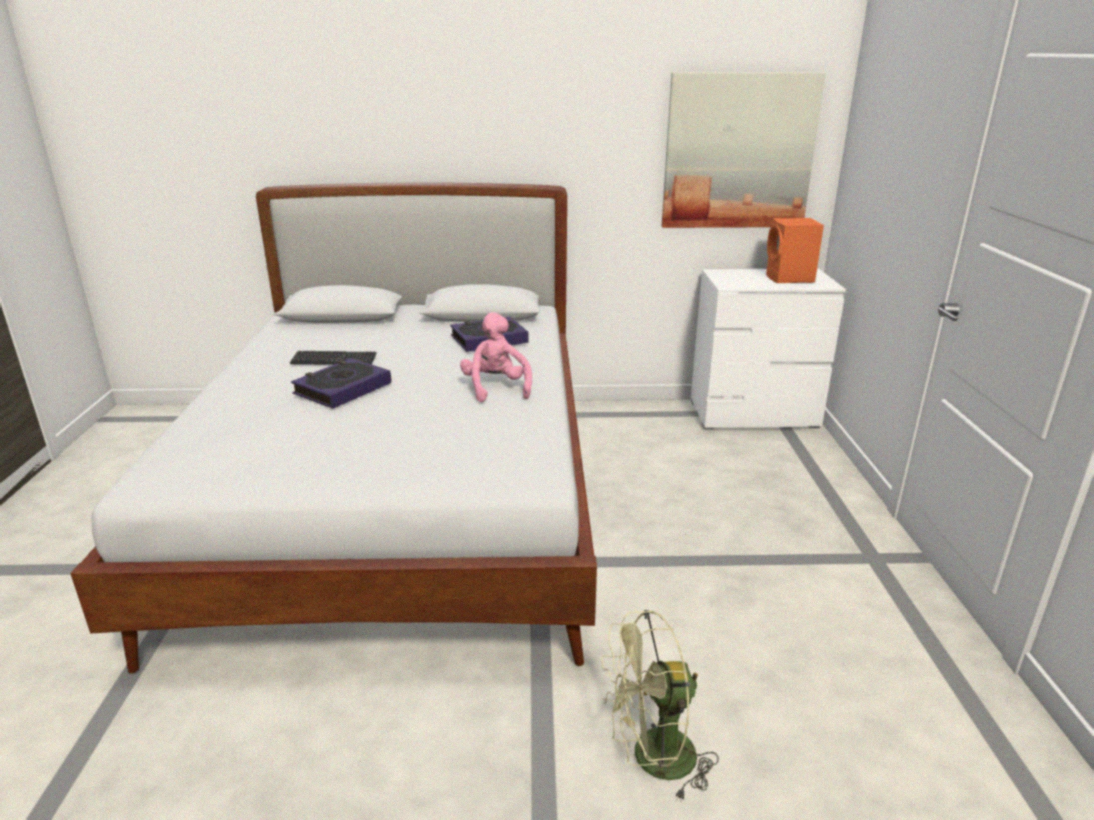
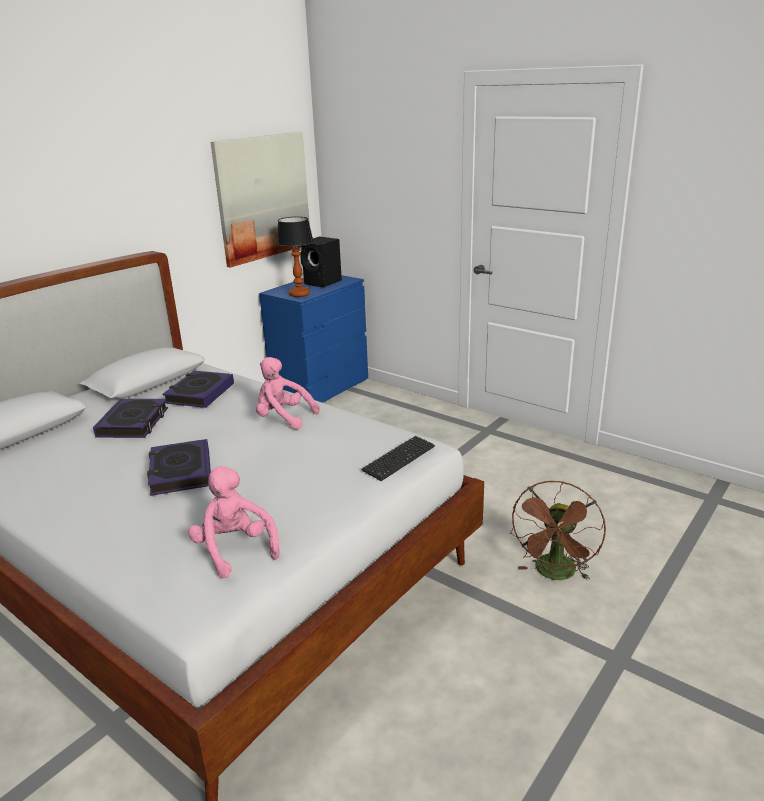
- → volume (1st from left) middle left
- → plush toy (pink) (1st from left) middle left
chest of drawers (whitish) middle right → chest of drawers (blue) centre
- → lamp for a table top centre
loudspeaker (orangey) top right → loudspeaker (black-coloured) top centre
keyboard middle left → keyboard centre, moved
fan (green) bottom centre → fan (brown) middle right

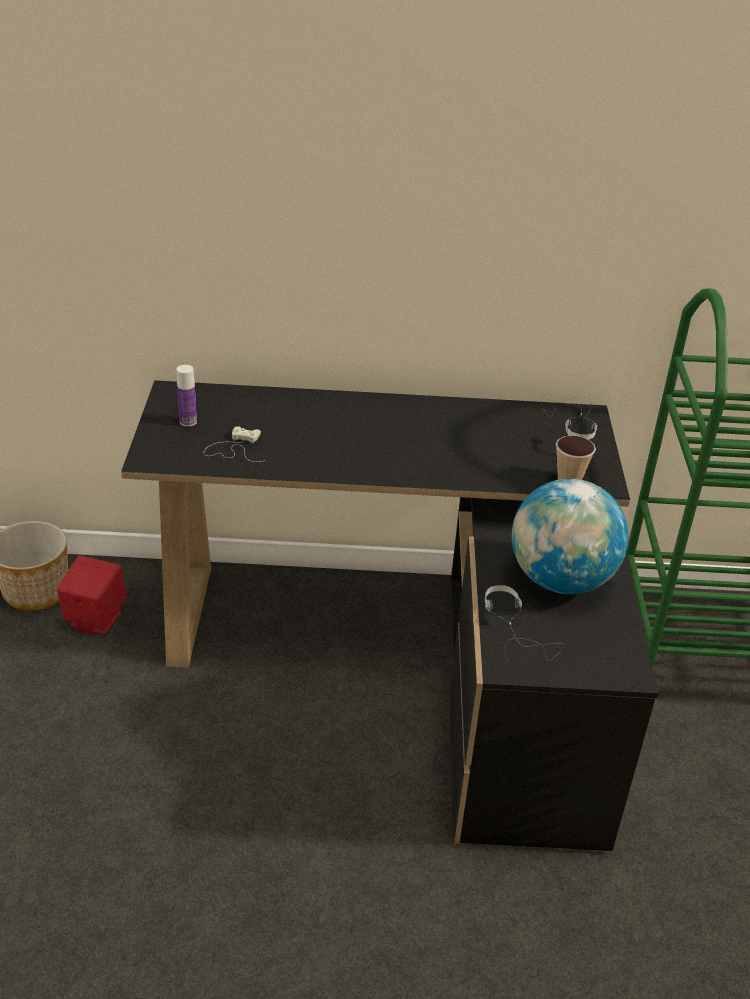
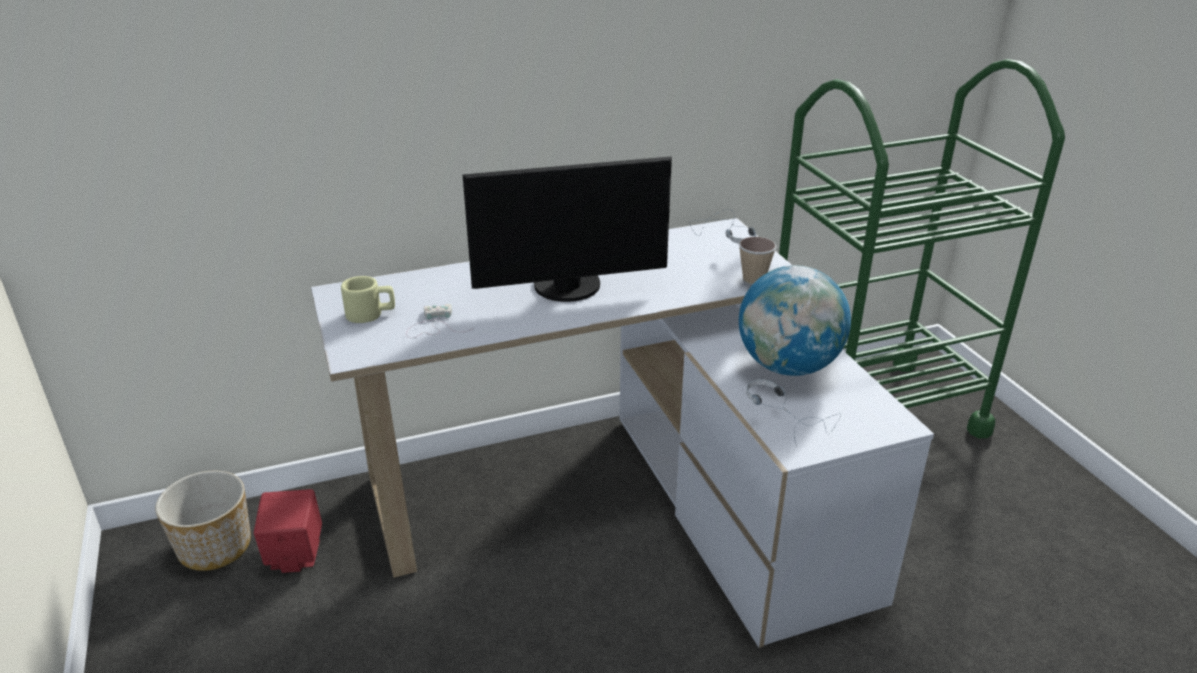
desk unit (black-coloured) centre → desk unit (whitish) centre
beverage bottle middle left → coffee mug (sand-coloured) middle left
- → computer display centre

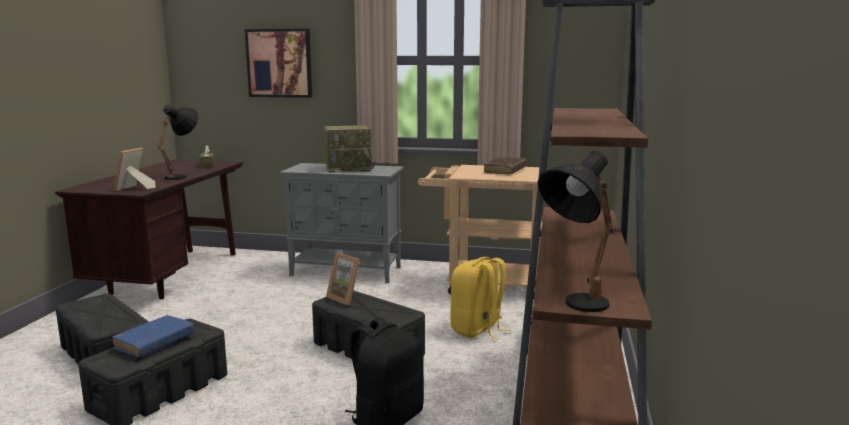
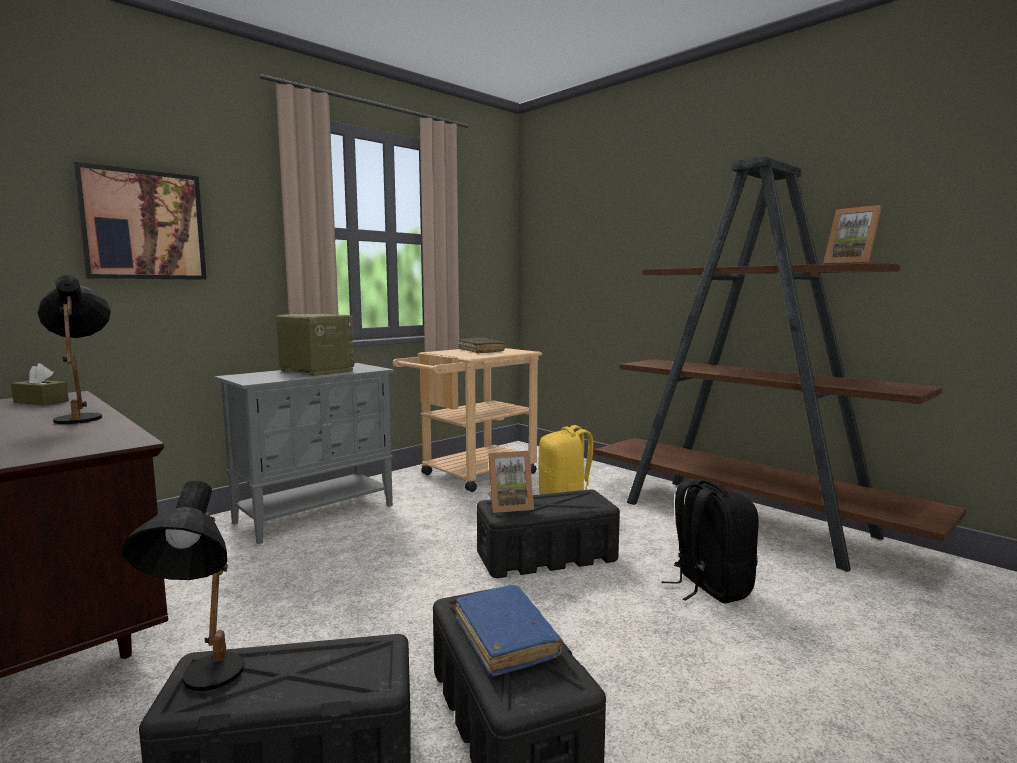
lamp for a table (black-coloured) (2nd from left) middle right → lamp for a table (black-coloured) (2nd from left) bottom left, moved
radio centre → radio middle left, 75 degrees counterclockwise
standing frame (1st from left in the first image) middle left → standing frame (2nd from left) top right, moved

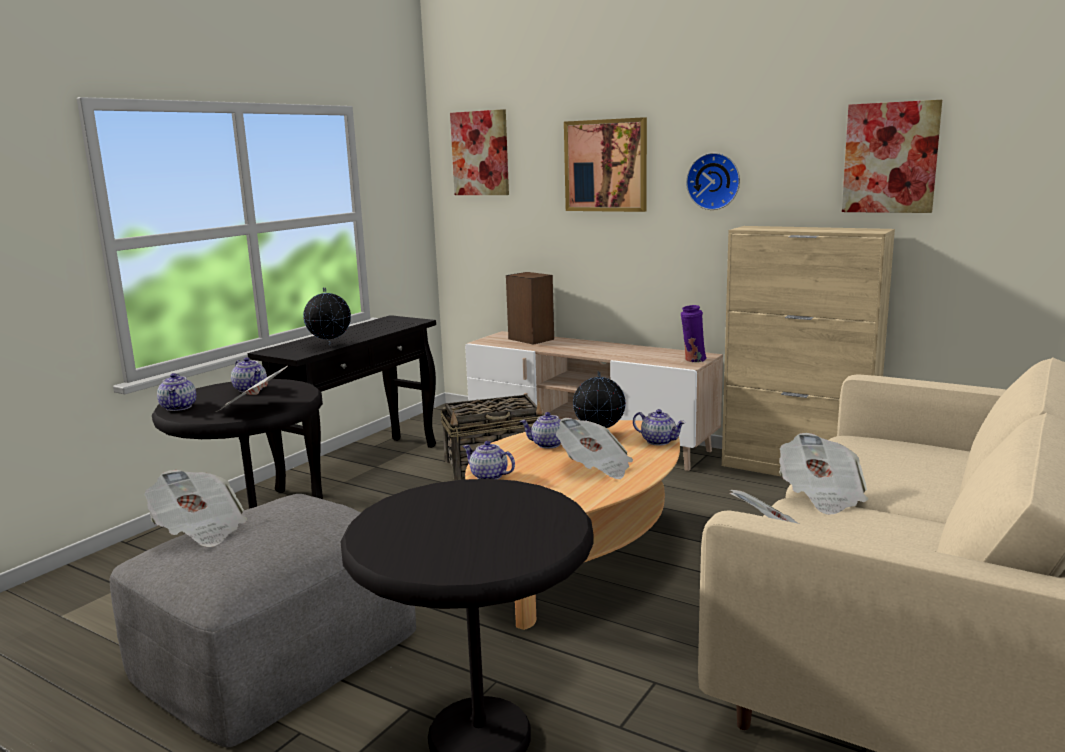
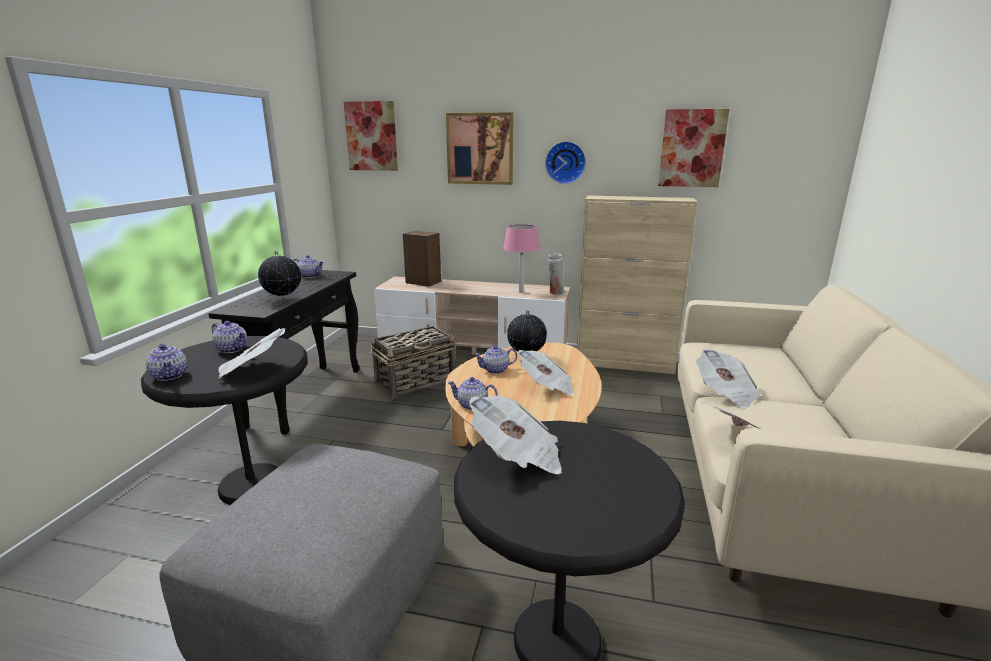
tea pot (5th from left in the first image) centre → tea pot (3rd from left) middle left, moved
newspaper (1st from left in the first image) bottom left → newspaper (2nd from left) centre, moved
- → lamp for a table (pink) centre
flower vase (purple) centre → flower vase (whitish) centre

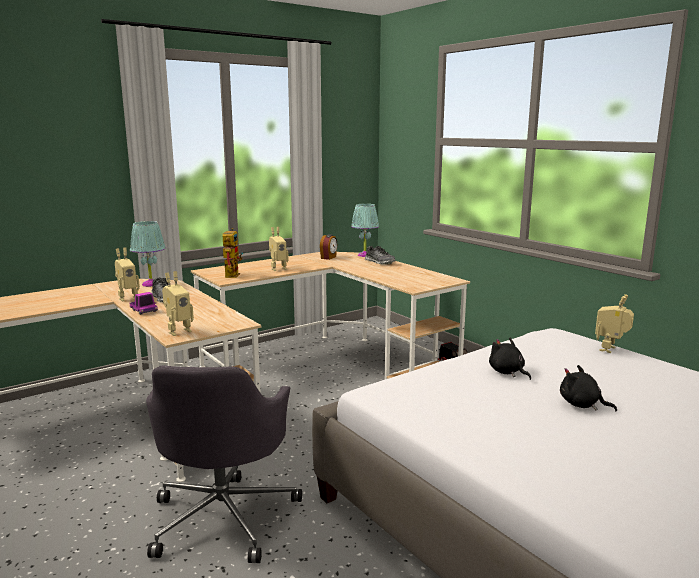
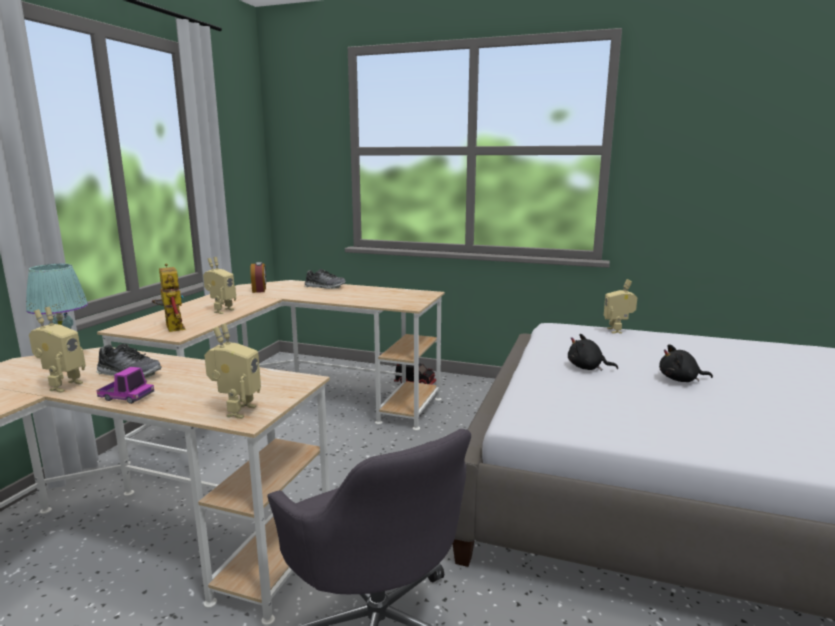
lamp for a table (turquoise-coloured) (2nd from left) centre → -

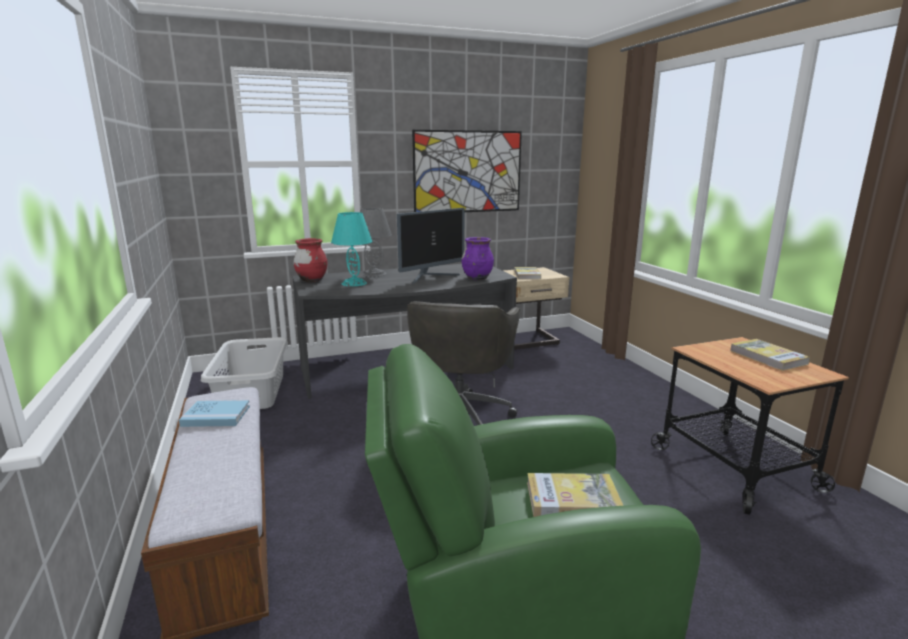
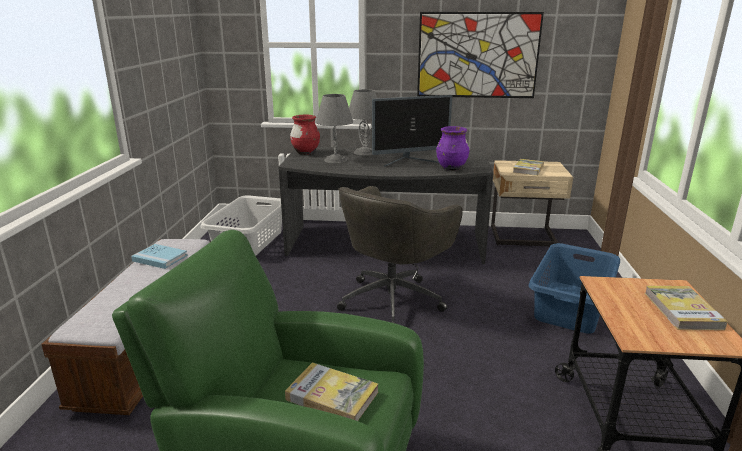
lamp for a table (turquoise-coloured) centre → lamp for a table (greyish) (1st from left) top centre
- → washing basket (blue) middle right

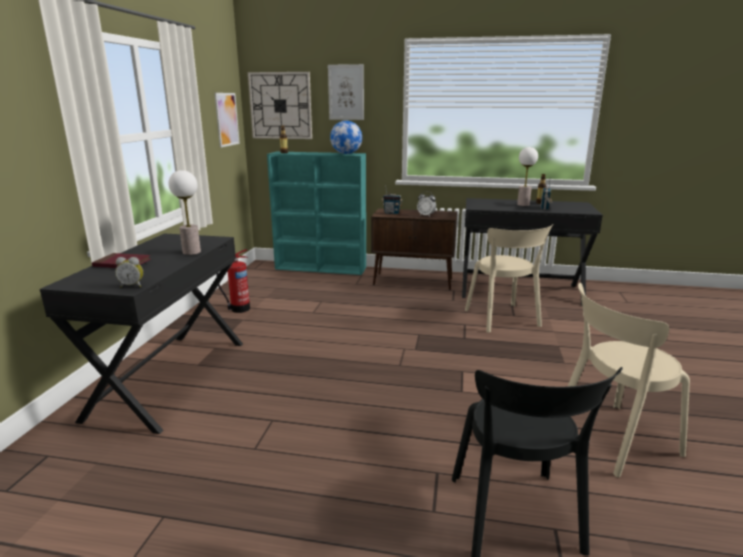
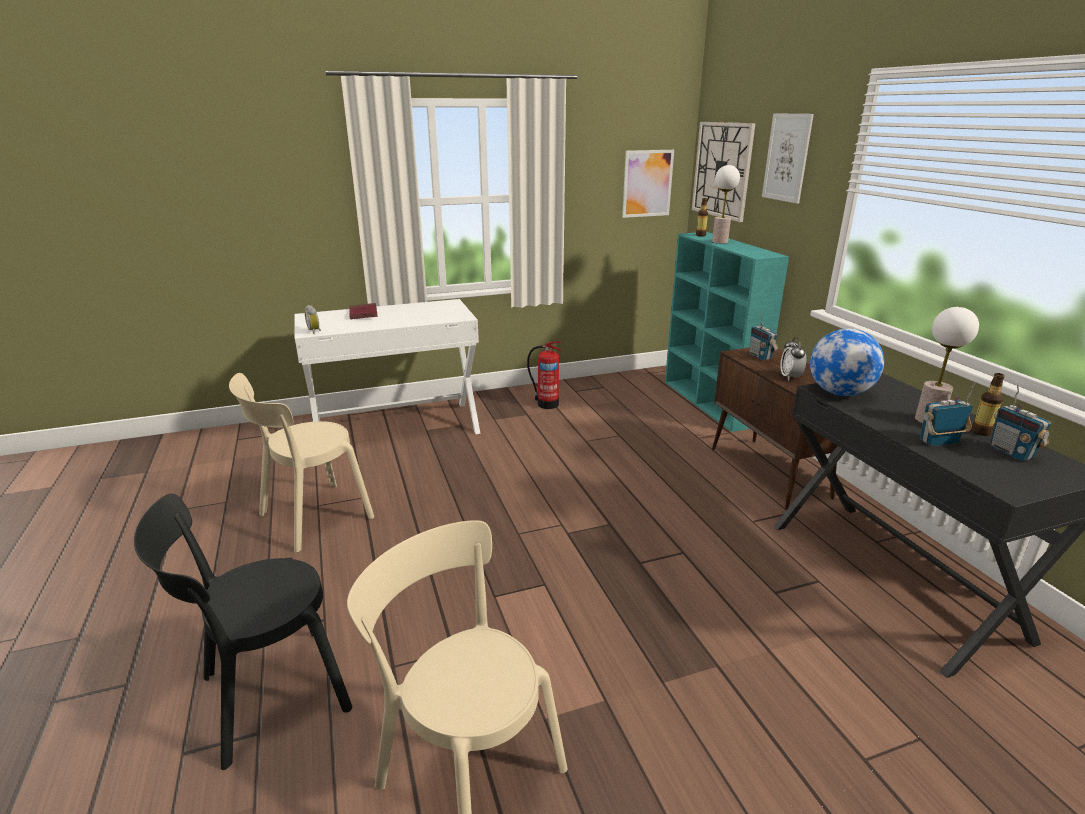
upright chair (sand-coloured) (1st from left) middle right → upright chair (sand-coloured) (1st from left) middle left, moved
desk unit (black-coloured) (1st from left) middle left → desk unit (whitish) centre
lamp for a table (1st from left) middle left → lamp for a table (1st from left) top right, moved
world globe top centre → world globe middle right, moved
- → radio (3rd from left) middle right

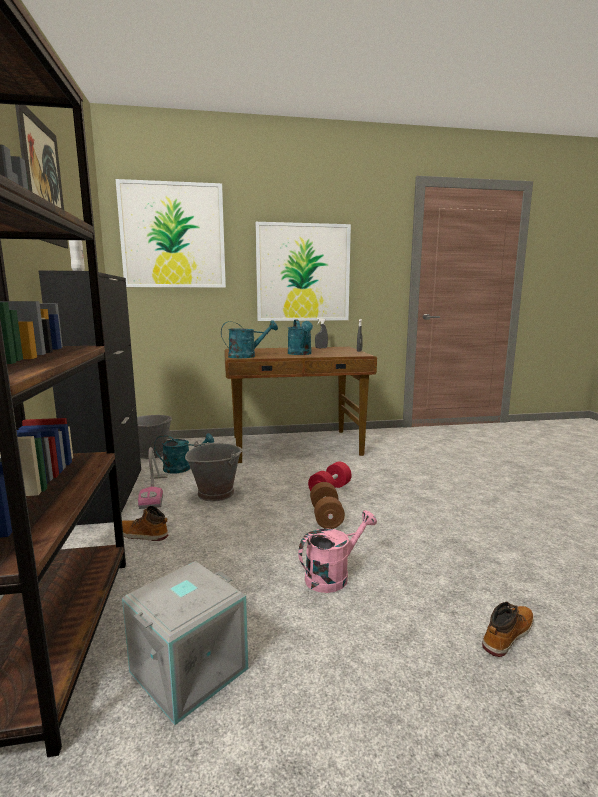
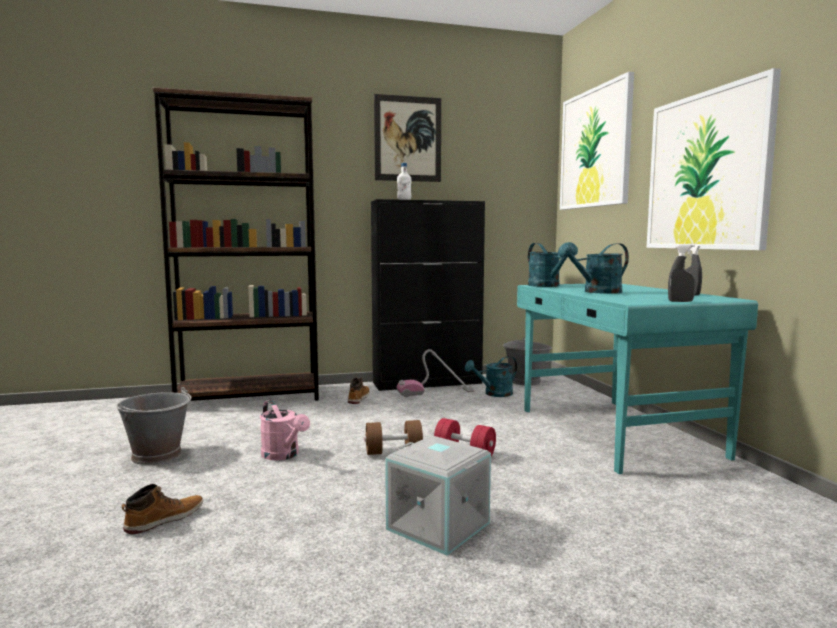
bucket (greyish) (2nd from left in the first image) centre → bucket (greyish) (1st from left) bottom left, moved
boot (2nd from left in the first image) bottom right → boot (1st from left) bottom left, 90 degrees counterclockwise
storage box (greyish) bottom left → storage box (greyish) bottom centre, moved
watering can (turquoise-coloured) (1st from left) middle left → watering can (turquoise-coloured) (1st from left) centre, 75 degrees clockwise
desk unit (brown) centre → desk unit (turquoise-coloured) middle right

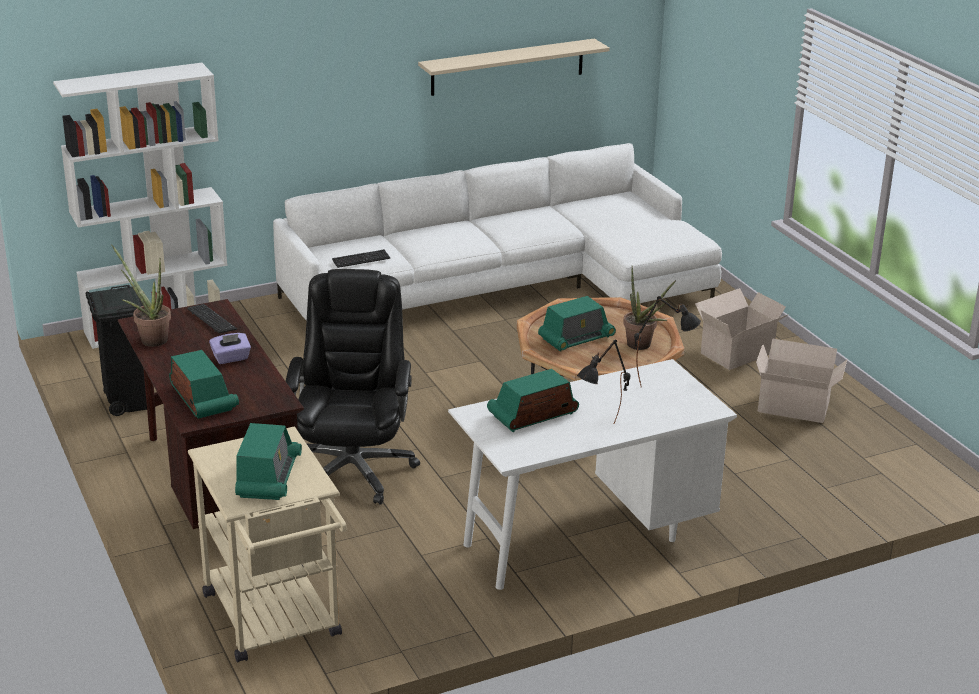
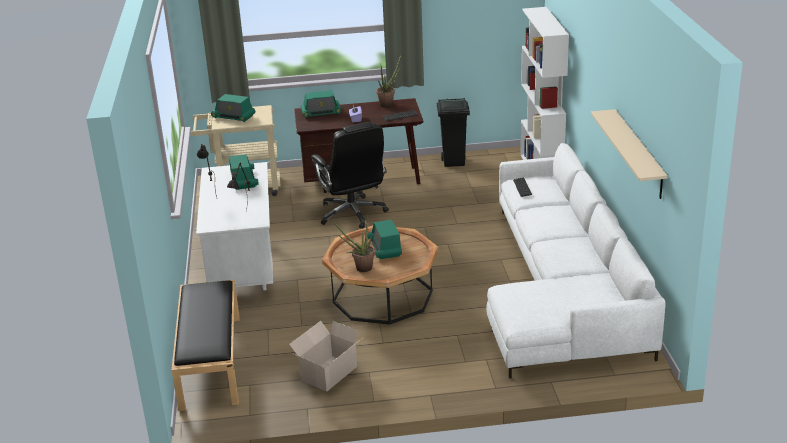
- → long seat (black-coloured) bottom left
desk chair (black-coloured) centre, 45 degrees clockwise
cardboard box (1st from left) middle right → -

